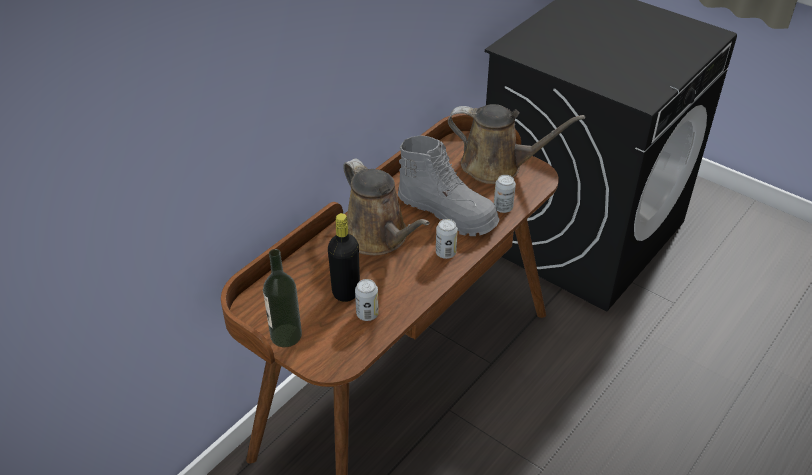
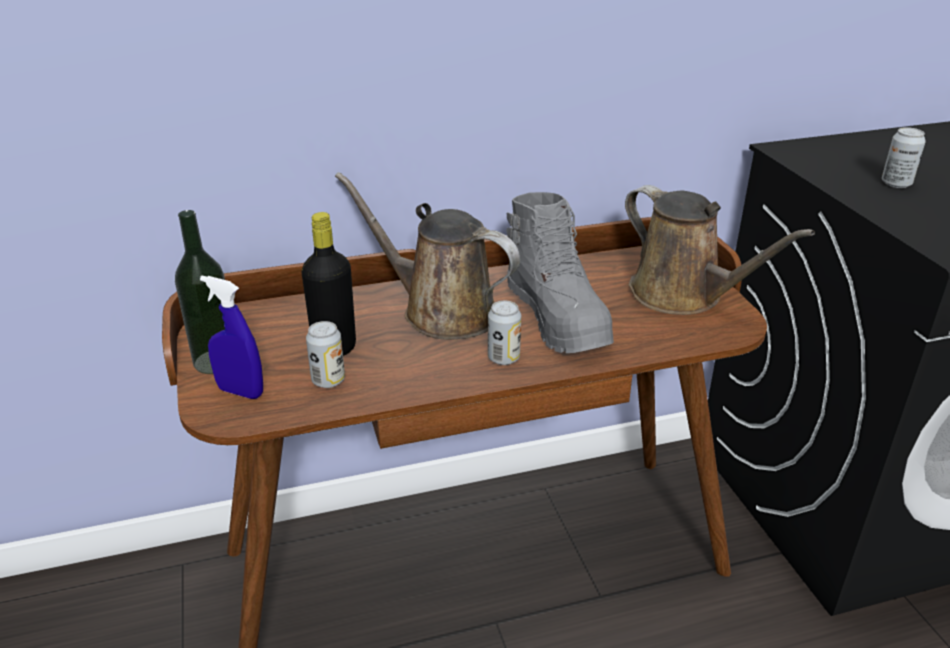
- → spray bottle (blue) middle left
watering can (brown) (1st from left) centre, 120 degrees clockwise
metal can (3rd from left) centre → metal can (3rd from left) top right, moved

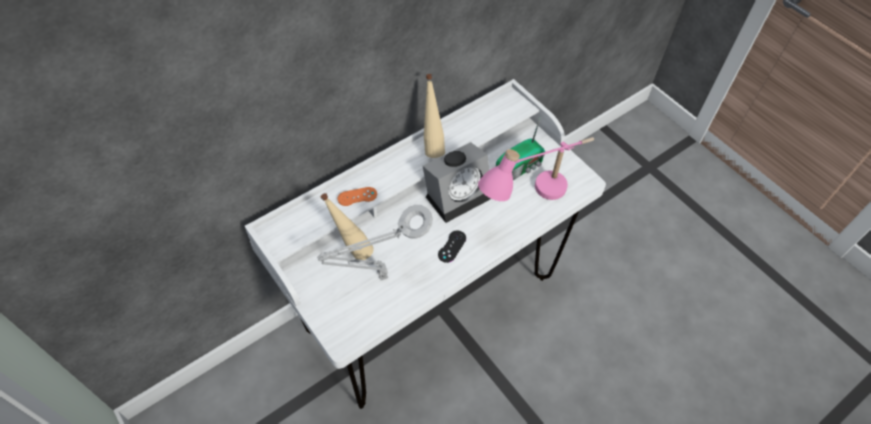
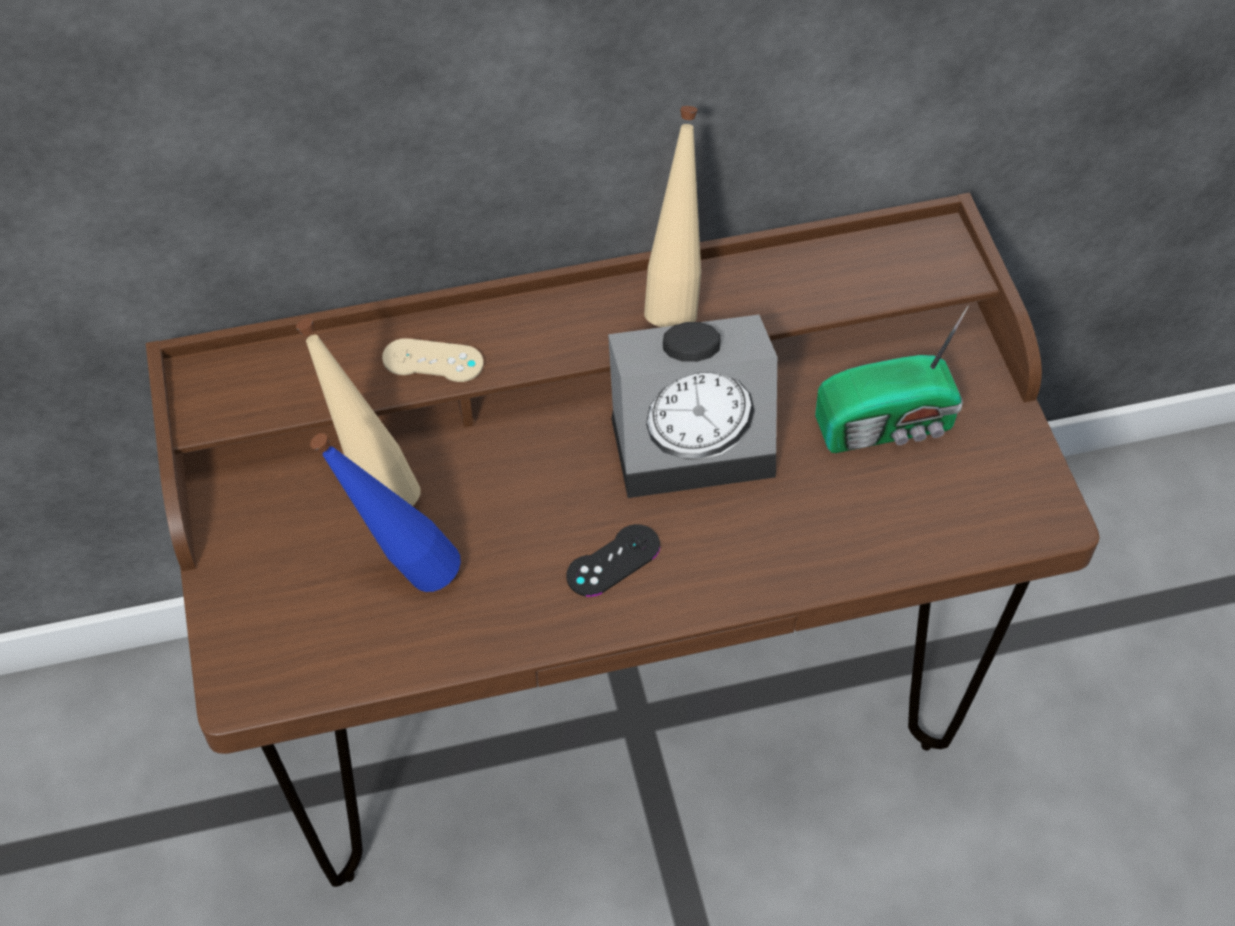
desk unit (whitish) centre → desk unit (brown) centre
lamp for a table (greyish) centre → beverage bottle (blue) middle left
gamepad (orangey) centre → gamepad (sand-coloured) centre
lamp for a table (pink) centre → -

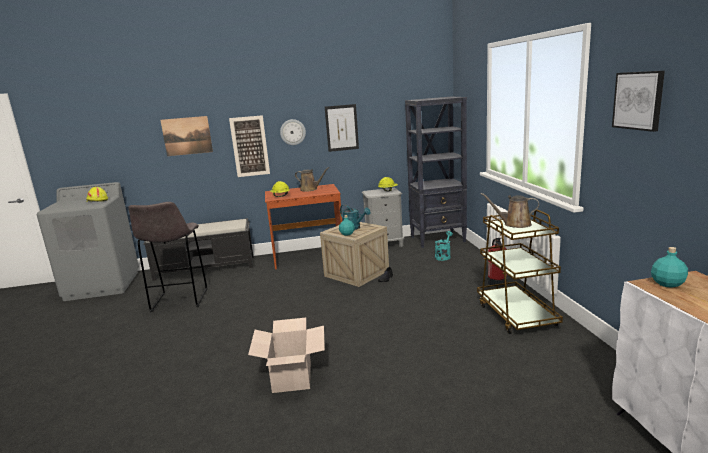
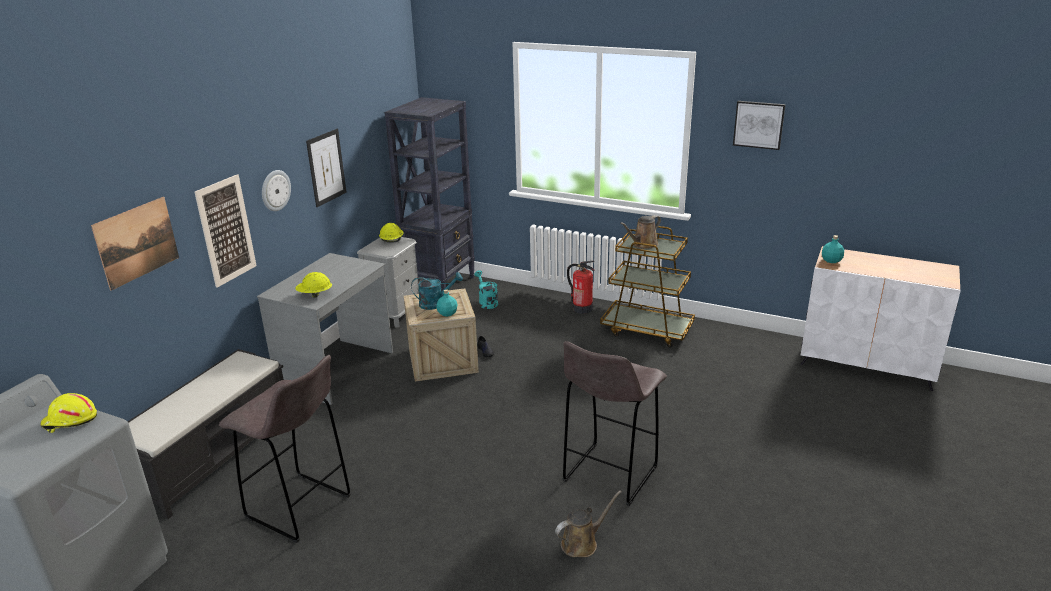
desk unit (brown) centre → desk unit (greyish) middle left
watering can (brown) (1st from left) centre → watering can (brown) (1st from left) bottom centre, moved
cardboard box bottom centre → stool seat (greyish) (2nd from left) bottom centre

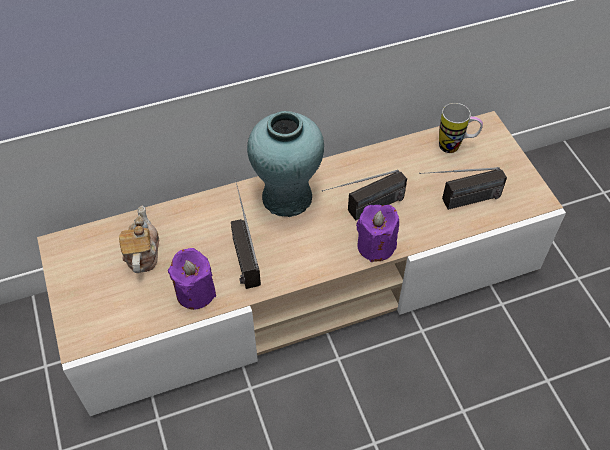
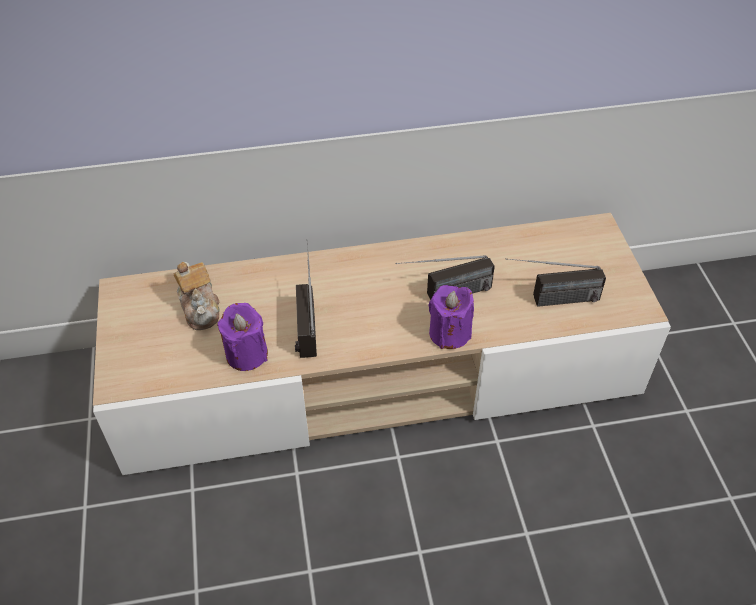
tea pot middle left, 150 degrees clockwise
flower vase (turquoise-coloured) centre → -
coffee mug top right → -

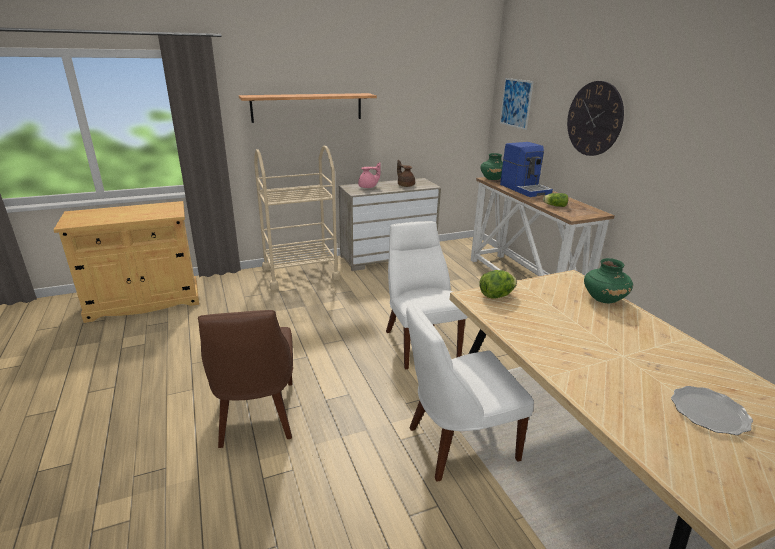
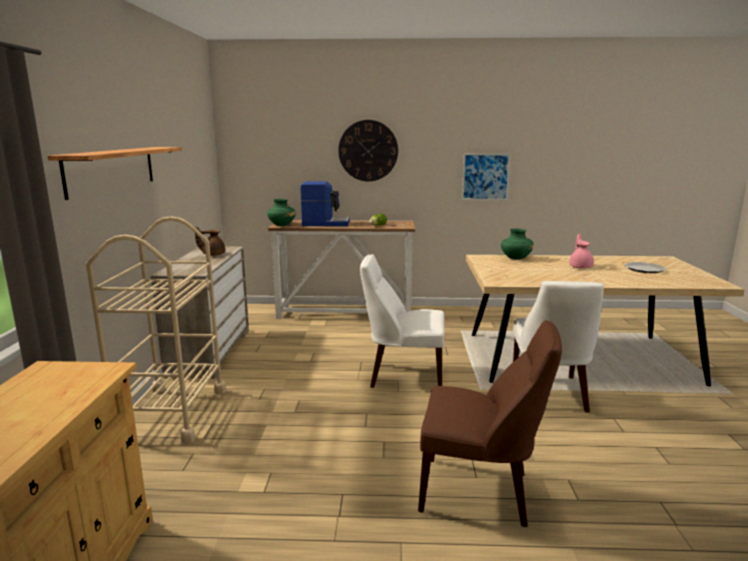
wall picture top right → wall picture top centre, moved
tea pot (pink) top centre → tea pot (pink) middle right, moved
lettuce (1st from left) centre → -

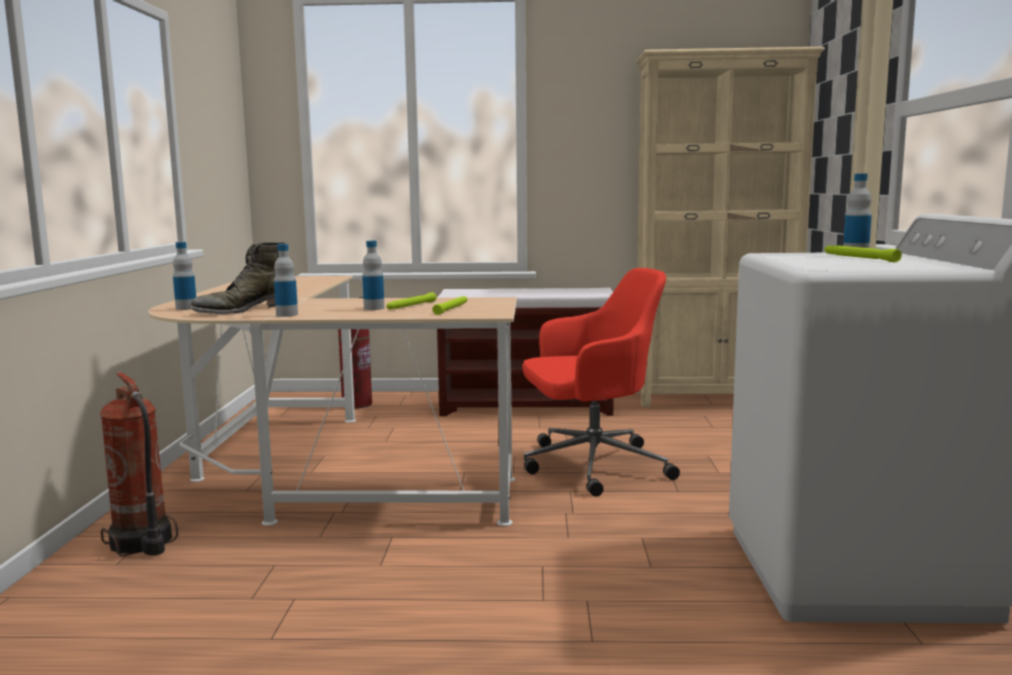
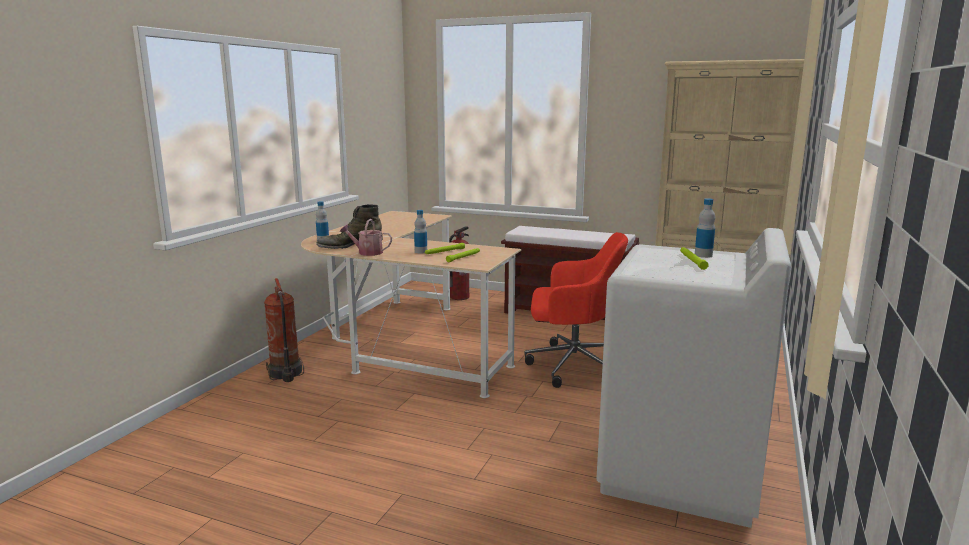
beverage bottle (2nd from left) middle left → watering can centre

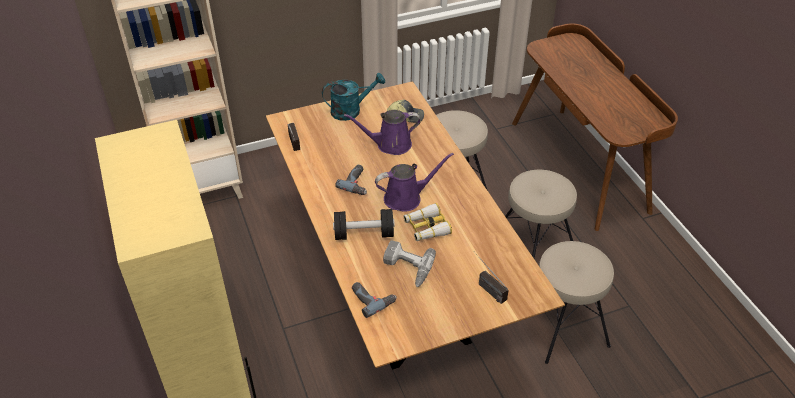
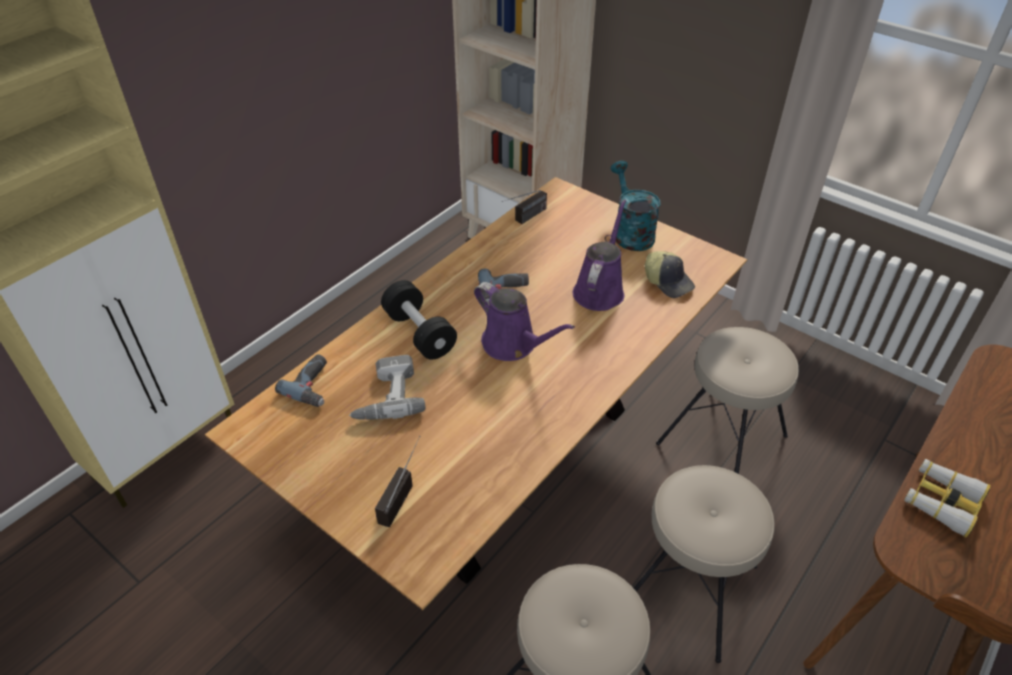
watering can (purple) (1st from left in the first image) top centre → watering can (purple) (2nd from left) centre, 60 degrees clockwise
watering can (turquoise-coloured) top centre, 150 degrees counterclockwise
field glasses centre → field glasses bottom right, moved

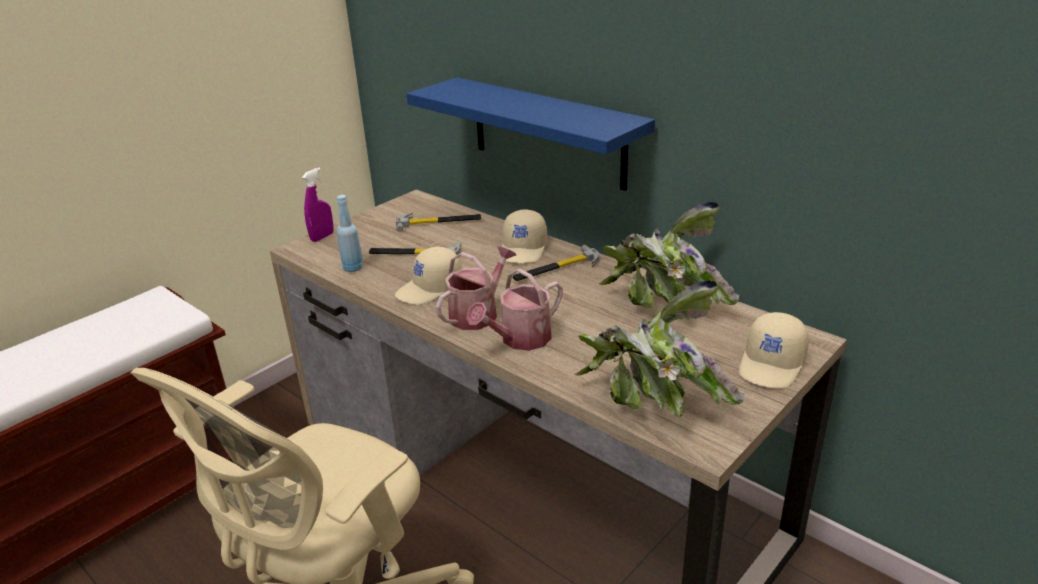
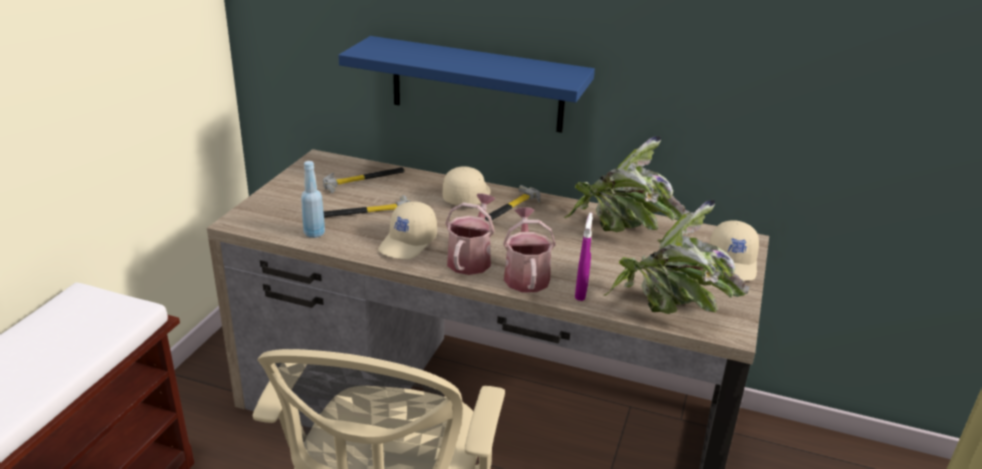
peaked cap (sand-coloured) (2nd from left) centre, 150 degrees counterclockwise
watering can (2nd from left) centre, 150 degrees clockwise
spray bottle (purple) middle left → spray bottle (purple) centre, moved

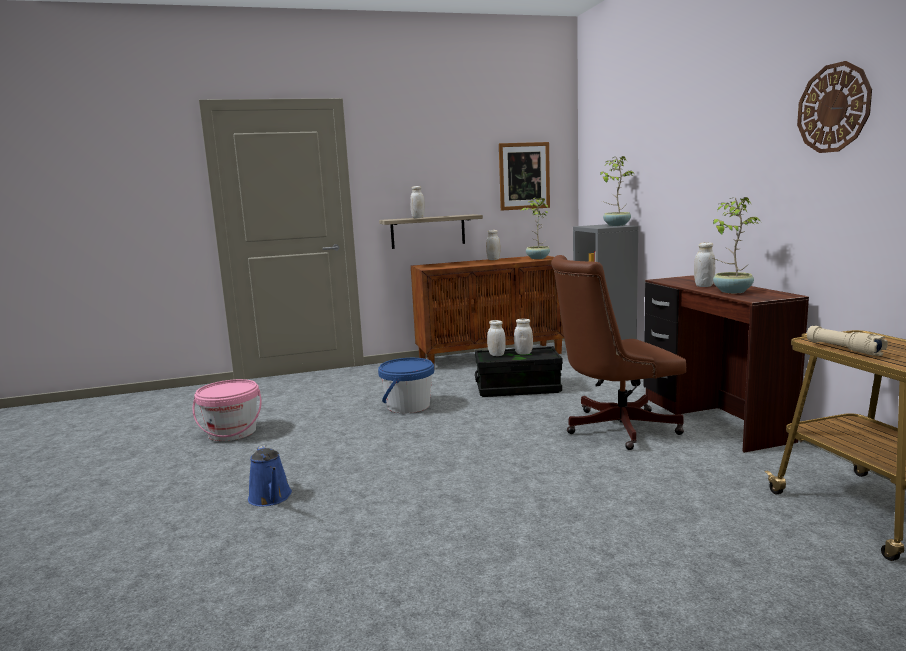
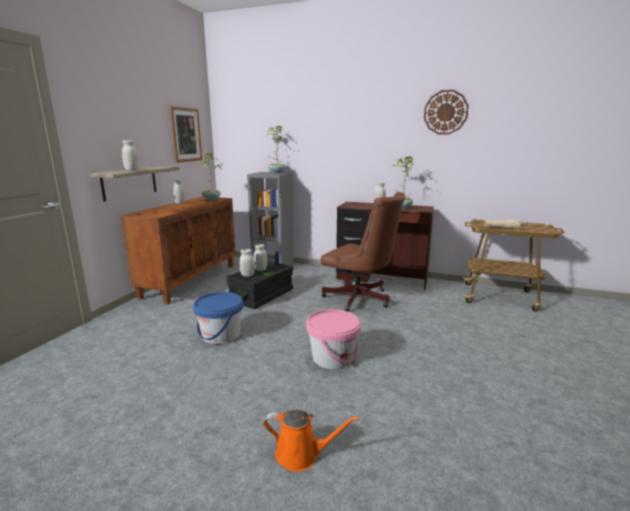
watering can (blue) bottom left → watering can (orangey) bottom centre
bucket (pink) middle left → bucket (pink) centre, moved
desk chair (brown) middle right → desk chair (brown) centre, 75 degrees counterclockwise

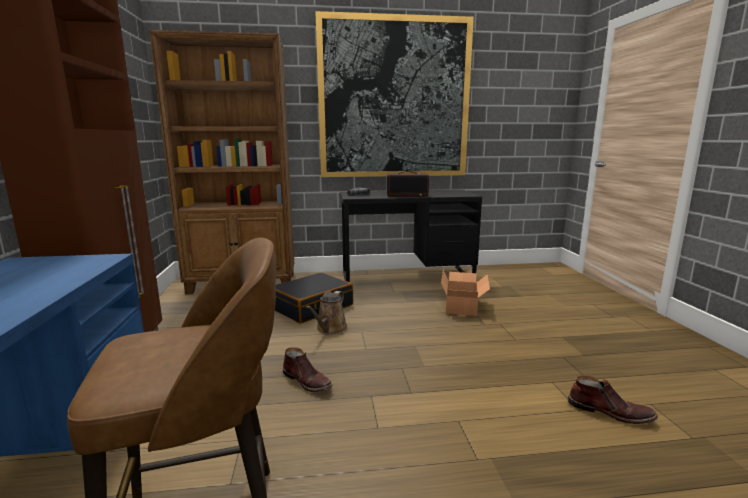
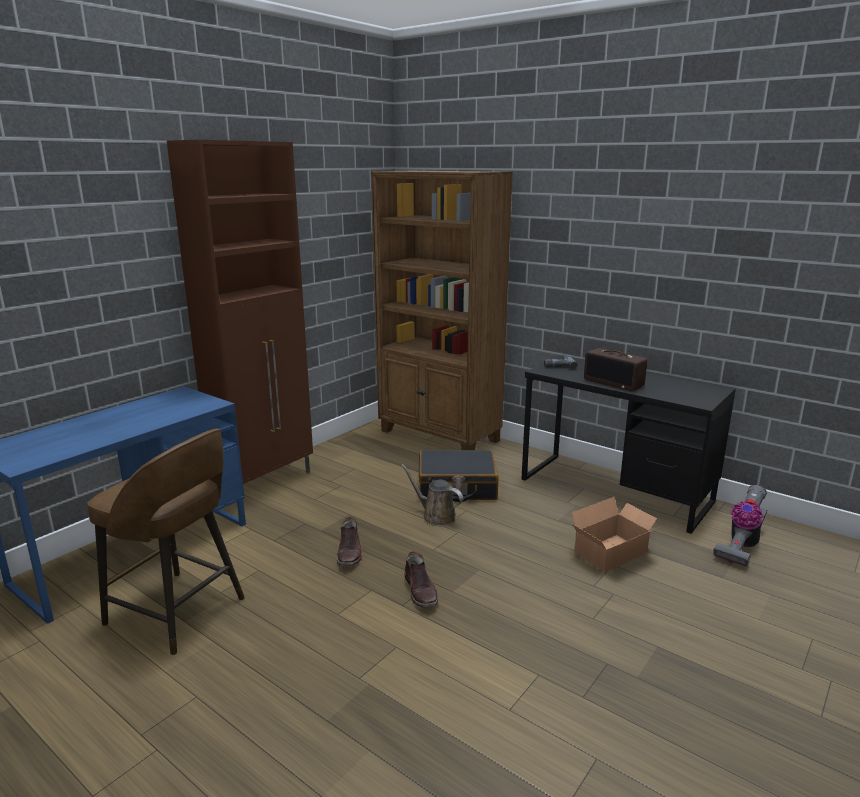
watering can (brown) centre, 60 degrees clockwise
boot (brown) (2nd from left) bottom right → boot (brown) (2nd from left) bottom centre, moved
- → vacuum middle right
wall picture top centre → -

